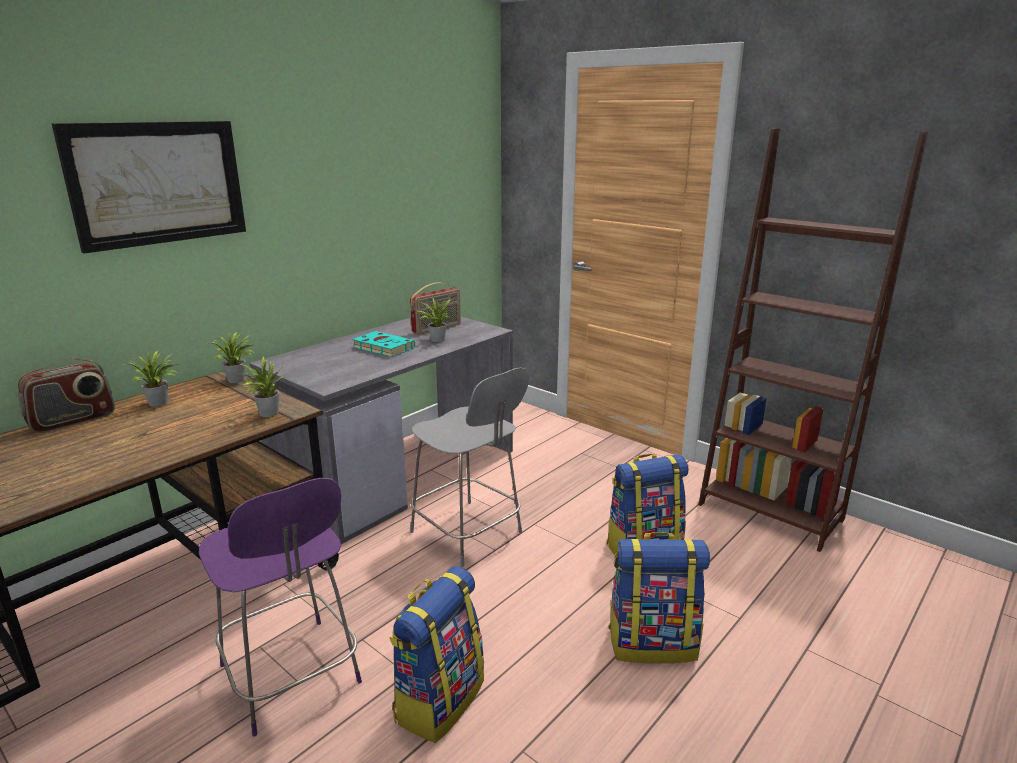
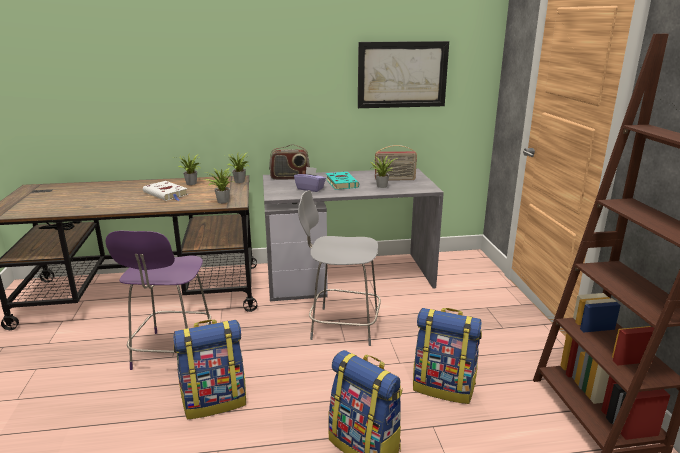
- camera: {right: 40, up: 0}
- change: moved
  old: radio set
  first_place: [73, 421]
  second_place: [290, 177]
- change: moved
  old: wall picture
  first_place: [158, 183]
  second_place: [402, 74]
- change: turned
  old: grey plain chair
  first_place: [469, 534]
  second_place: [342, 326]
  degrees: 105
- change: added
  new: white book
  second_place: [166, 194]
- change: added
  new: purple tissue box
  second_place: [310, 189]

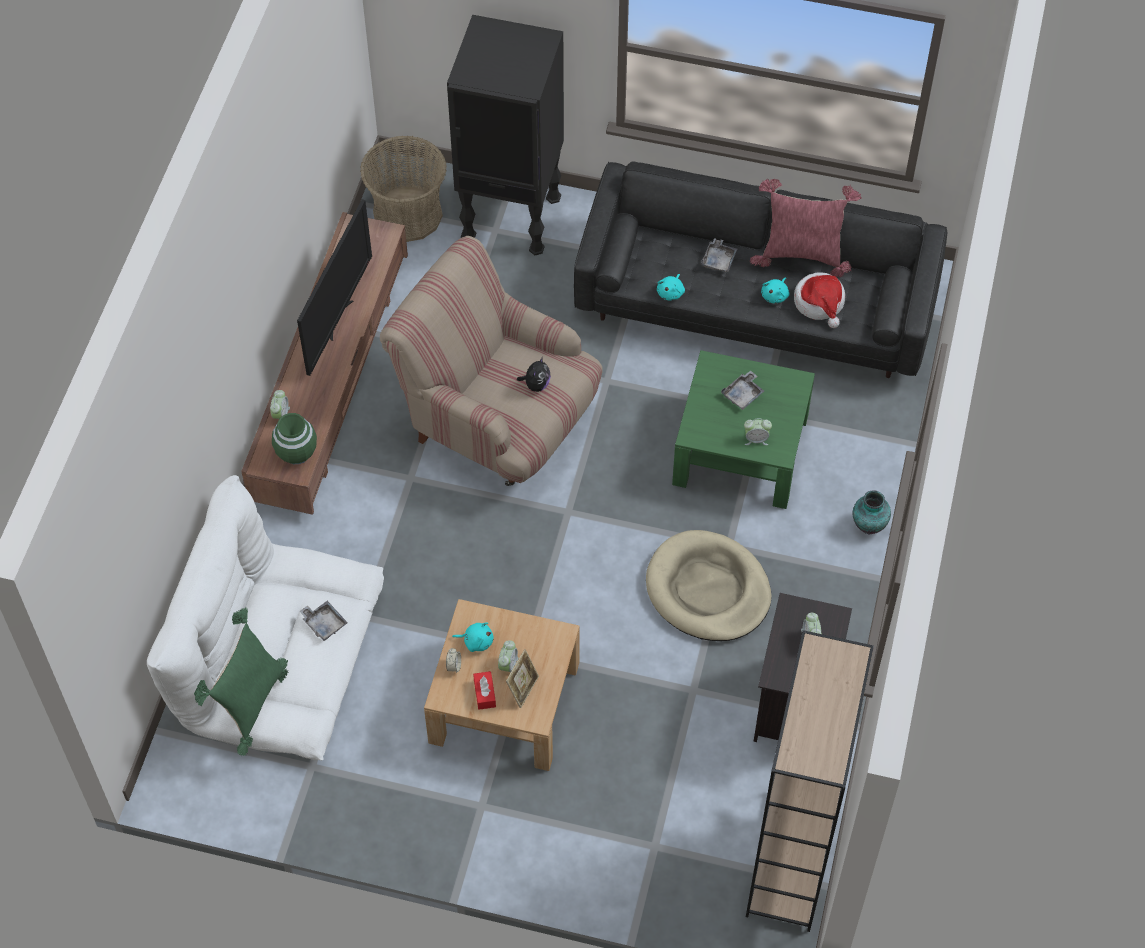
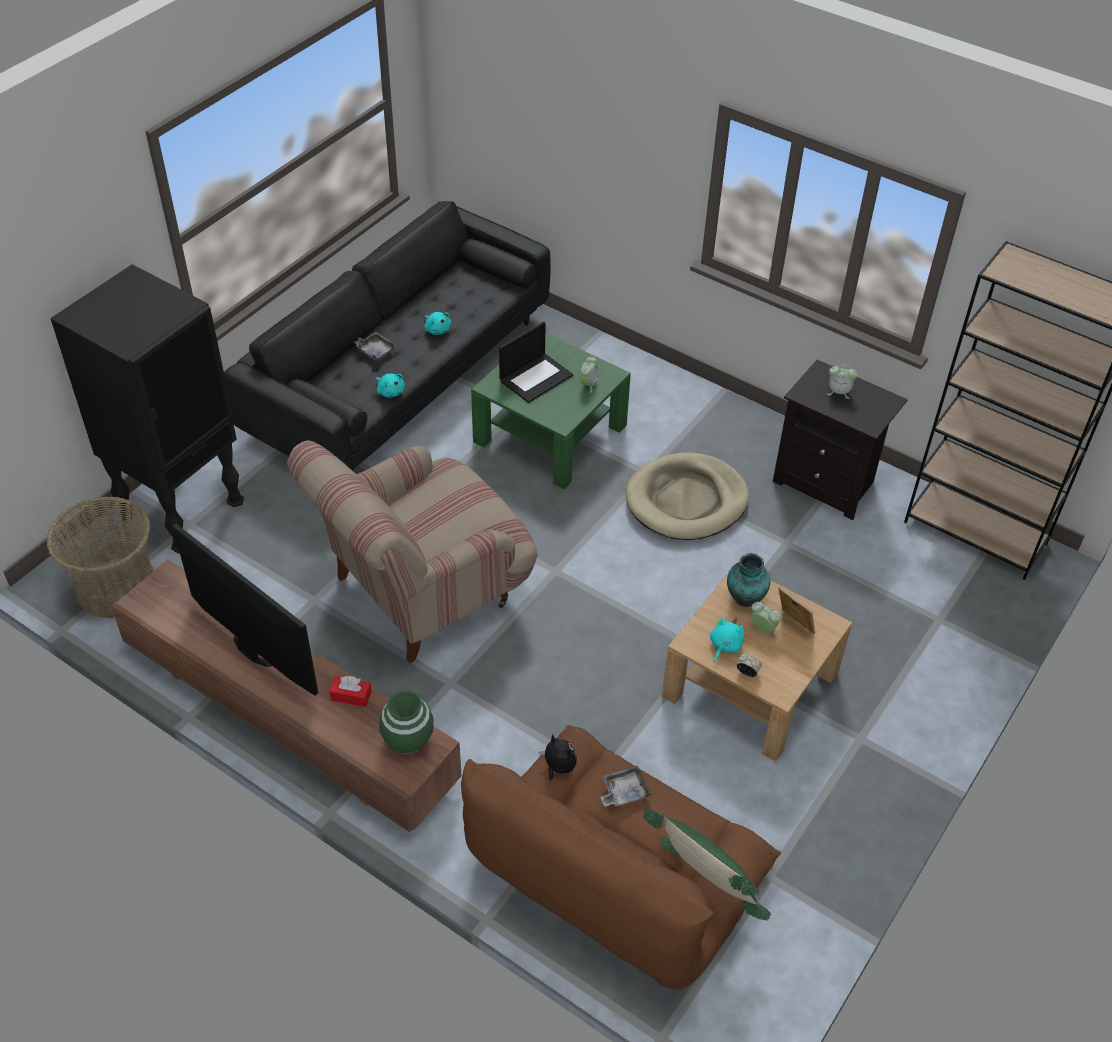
- camera: {right: -70, up: -10}
- change: recoloured
  old: white couch
  new: brownish couch
  first_place: [277, 655]
  second_place: [617, 870]
- change: removed
  old: table clock
  first_place: [281, 415]
- change: moved
  old: red-coloured tissue box
  first_place: [484, 693]
  second_place: [351, 696]
- change: moved
  old: soft toy
  first_place: [536, 385]
  second_place: [558, 768]
- change: replaced
  old: grey tray
  new: laptop
  first_place: [743, 394]
  second_place: [536, 377]
- change: removed
  old: red-coloured throw pillow
  first_place: [801, 258]
- change: removed
  old: wearable hat
  first_place: [820, 303]
- change: moved
  old: decorative vase
  first_place: [868, 525]
  second_place: [744, 598]

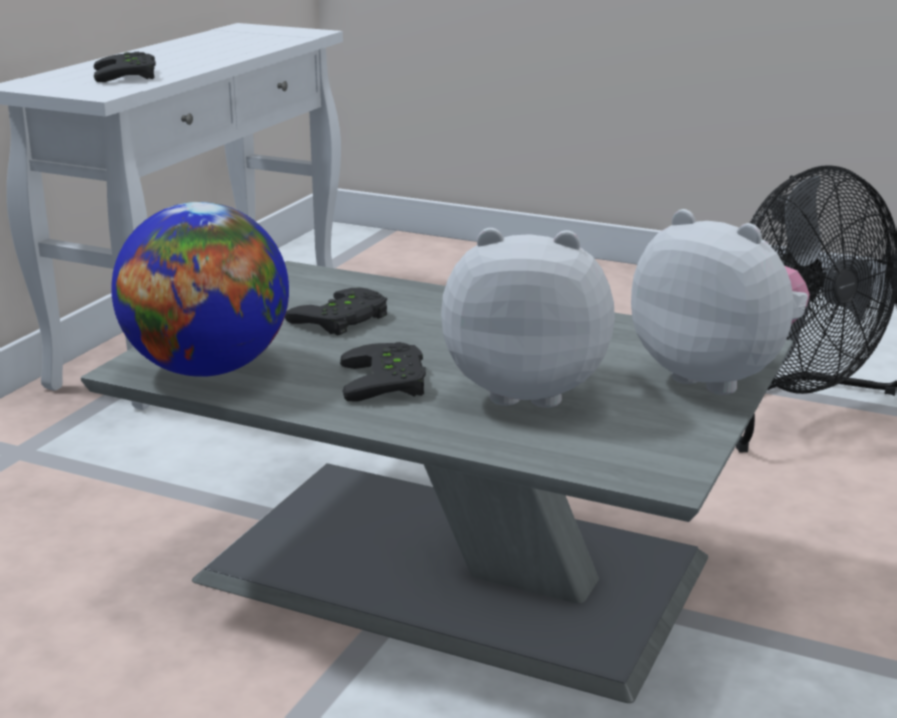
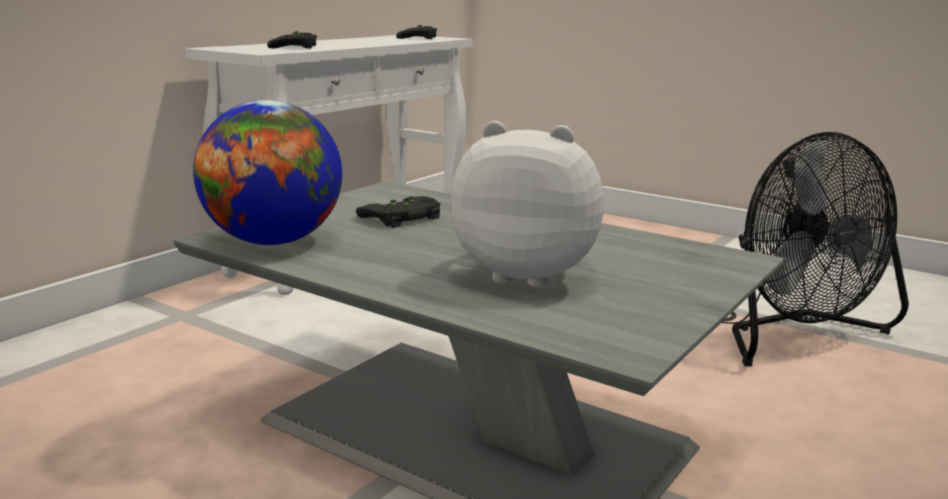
- camera: {right: 10, up: -5}
- change: moved
  old: blackish game controller
  first_place: [390, 381]
  second_place: [420, 38]
- change: removed
  old: soft toy
  first_place: [716, 376]

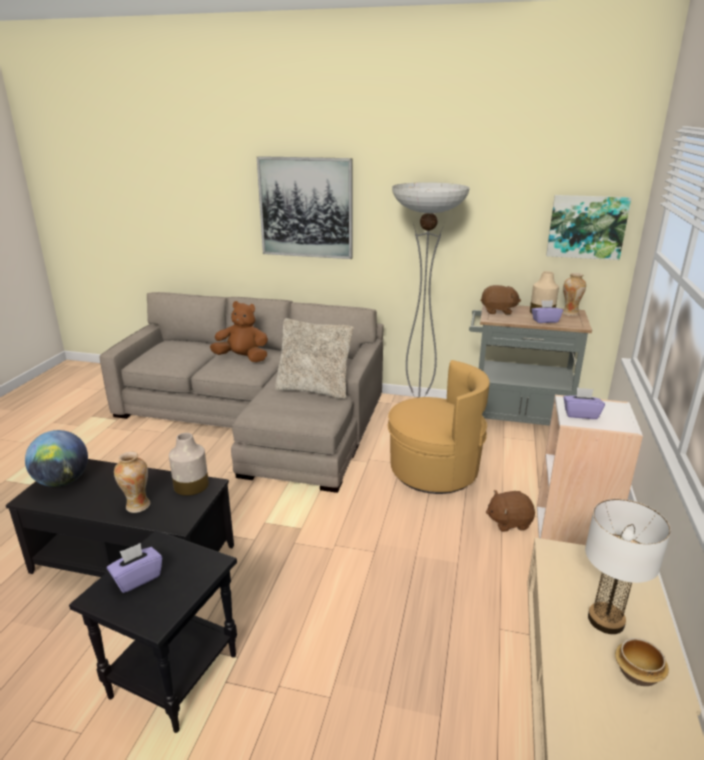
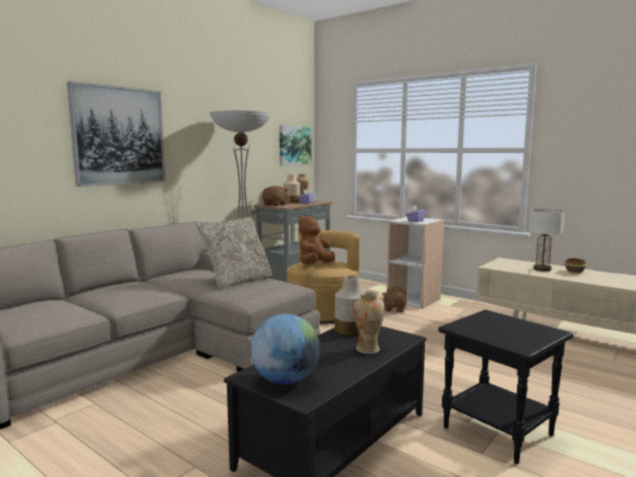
- camera: {right: -65, up: -15}
- change: removed
  old: purple tissue box
  first_place: [137, 578]
- change: moved
  old: brownish soft toy
  first_place: [243, 358]
  second_place: [315, 265]

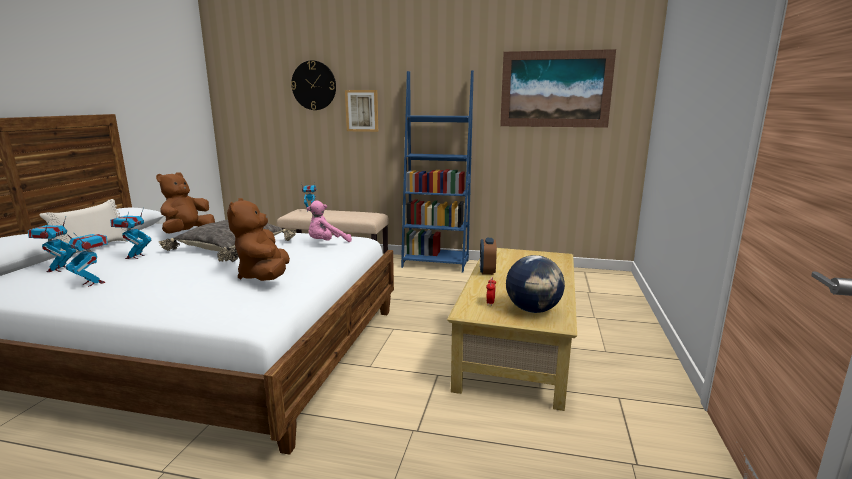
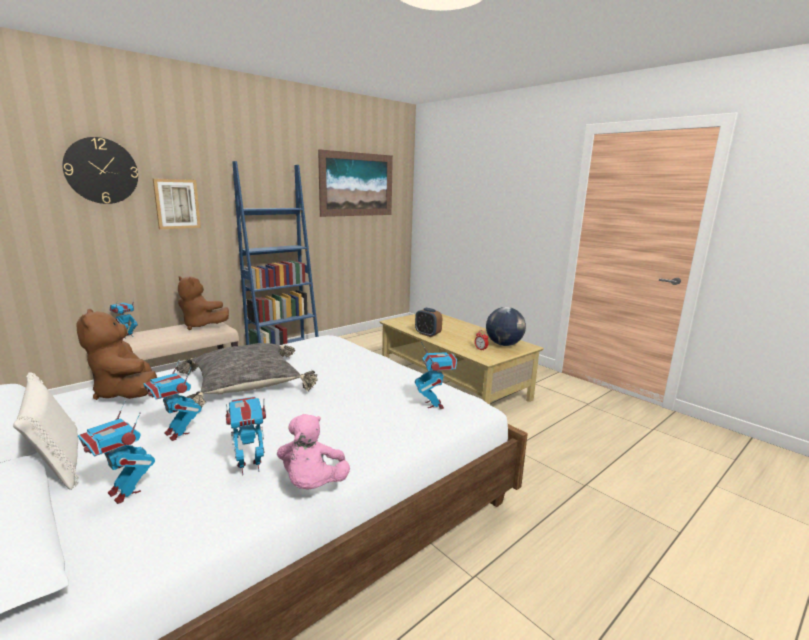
- camera: {right: -55, up: 0}
- change: moved
  old: brownish soft toy
  first_place: [265, 277]
  second_place: [201, 326]
- change: moved
  old: pink soft toy
  first_place: [327, 243]
  second_place: [312, 485]
- change: added
  new: robot figure
  second_place: [434, 404]

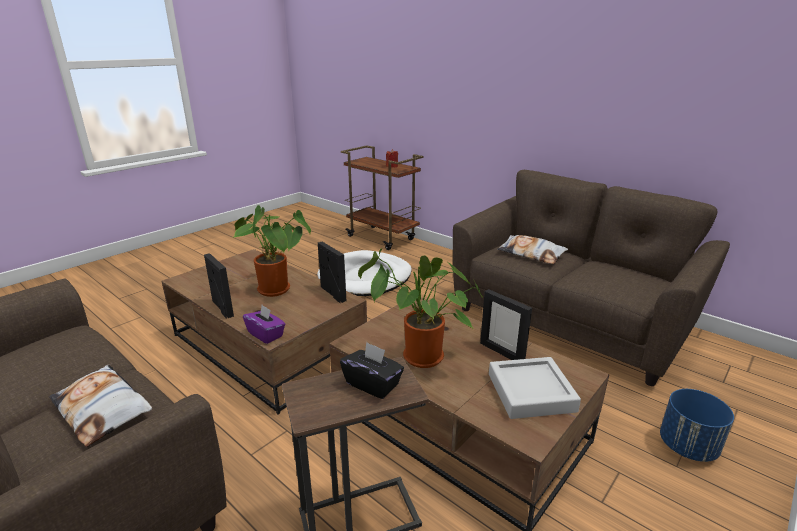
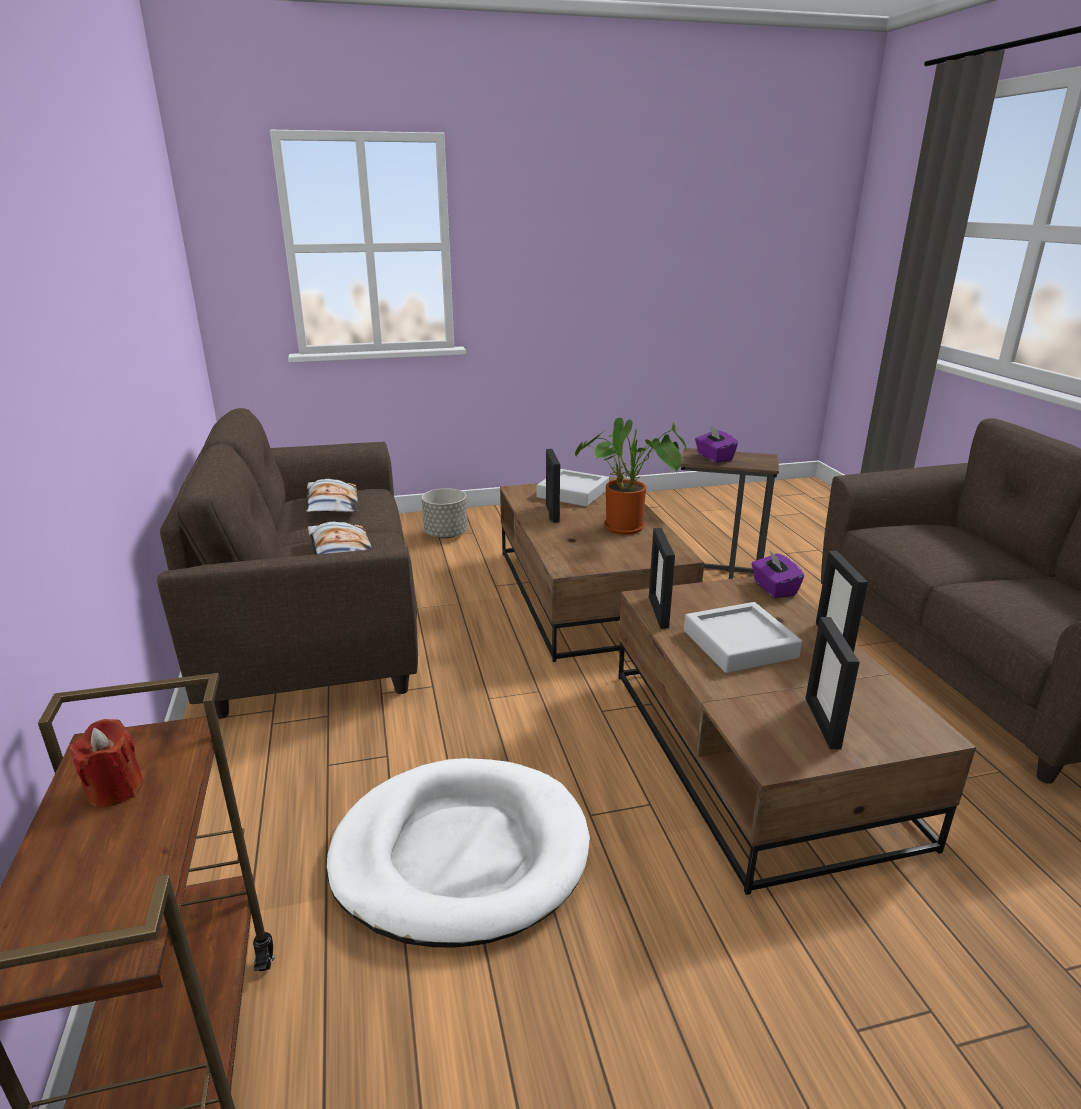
- camera: {right: -145, up: 0}
- change: moved
  old: throw pillow
  first_place: [103, 409]
  second_place: [332, 504]
- change: replaced
  old: potted plant
  new: grey tray
  first_place: [277, 290]
  second_place: [739, 644]
- change: recoloured
  old: blackish tissue box
  new: purple tissue box
  first_place: [373, 384]
  second_place: [714, 457]
- change: recoloured
  old: blue planter
  new: grey planter
  first_place: [688, 446]
  second_place: [445, 534]
- change: added
  new: standing frame
  second_place: [824, 722]

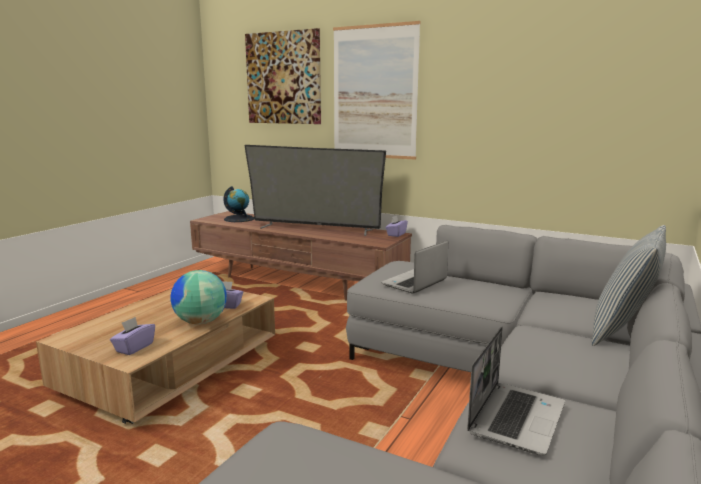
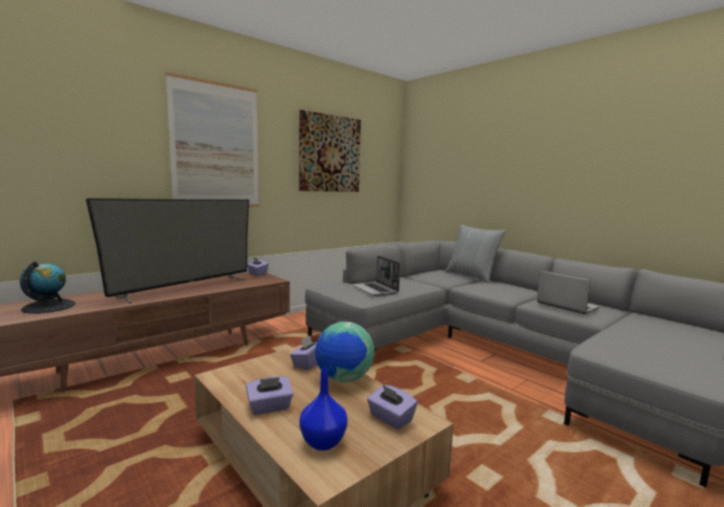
- camera: {right: -70, up: -5}
- change: moved
  old: wall picture
  first_place: [283, 78]
  second_place: [330, 154]
- change: added
  new: purple tissue box
  second_place: [269, 407]
- change: added
  new: blue decorative vase
  second_place: [324, 442]

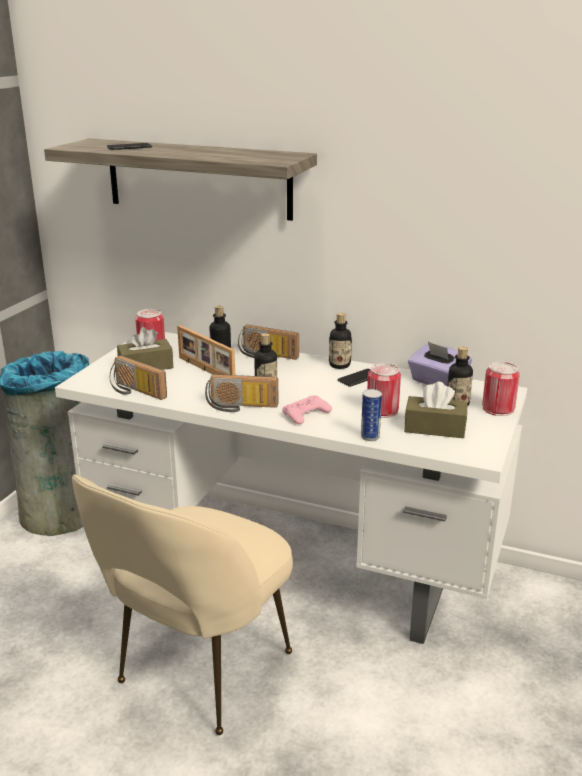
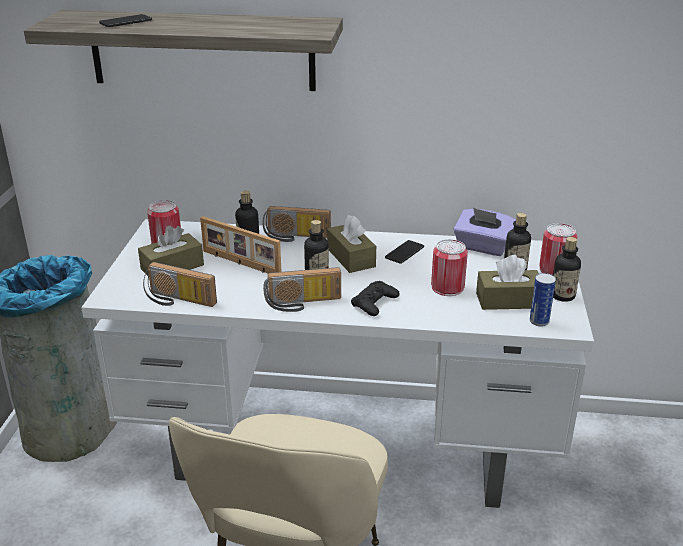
- camera: {right: -15, up: 5}
- change: recoloured
  old: pink game controller
  new: blackish game controller
  first_place: [306, 414]
  second_place: [374, 303]
- change: moved
  old: beverage bottle
  first_place: [339, 365]
  second_place: [562, 296]
- change: moved
  old: metal can
  first_place: [370, 437]
  second_place: [539, 321]
- change: added
  new: brownish tissue box
  second_place: [351, 257]

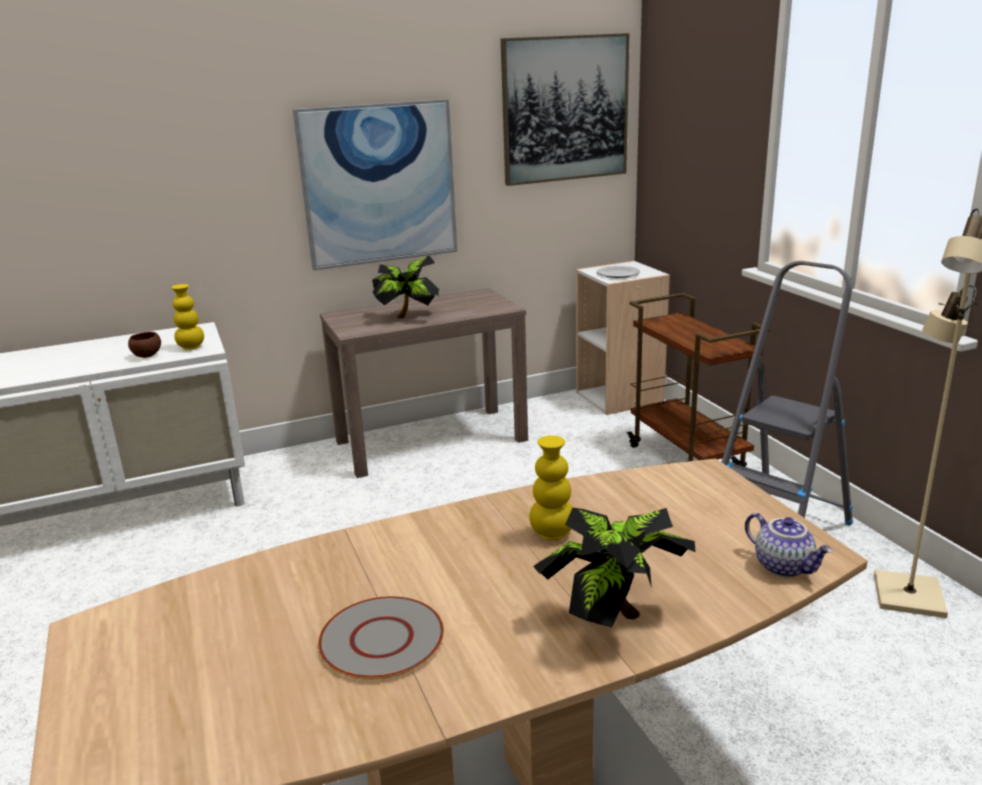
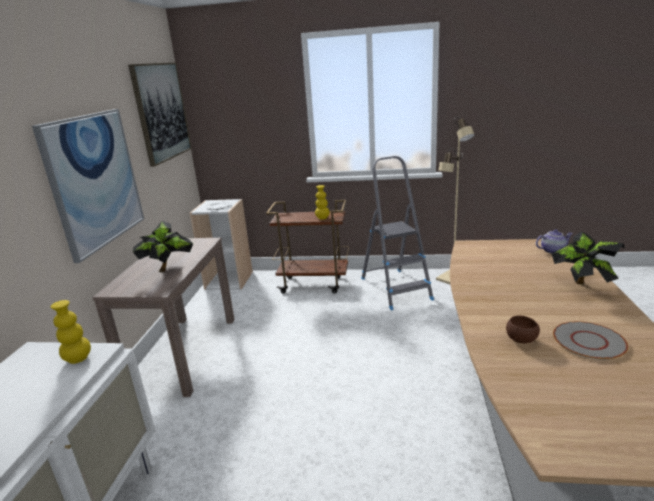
- camera: {right: -60, up: 0}
- change: moved
  old: brownish bowl
  first_place: [147, 356]
  second_place: [521, 340]
- change: moved
  old: yellow decorative vase
  first_place: [552, 533]
  second_place: [322, 218]

